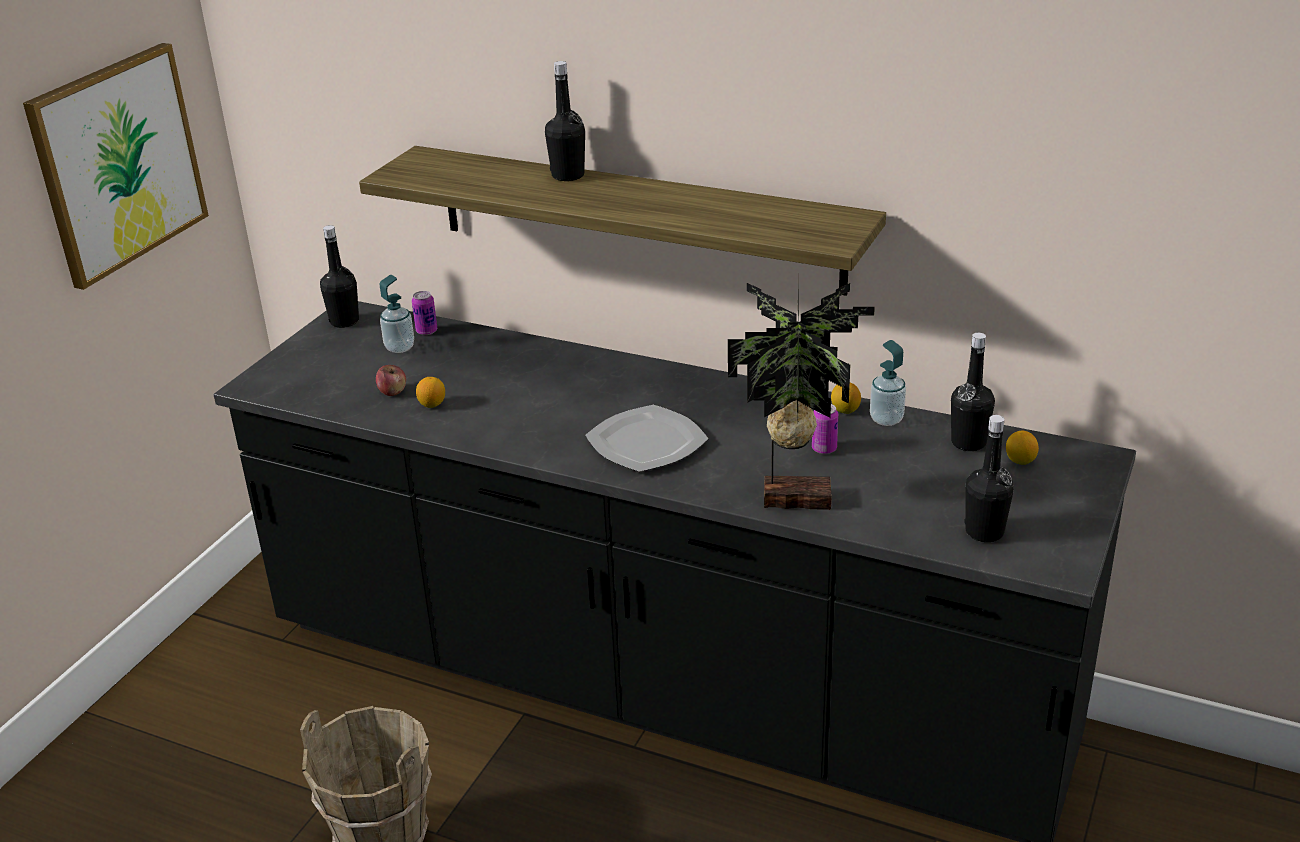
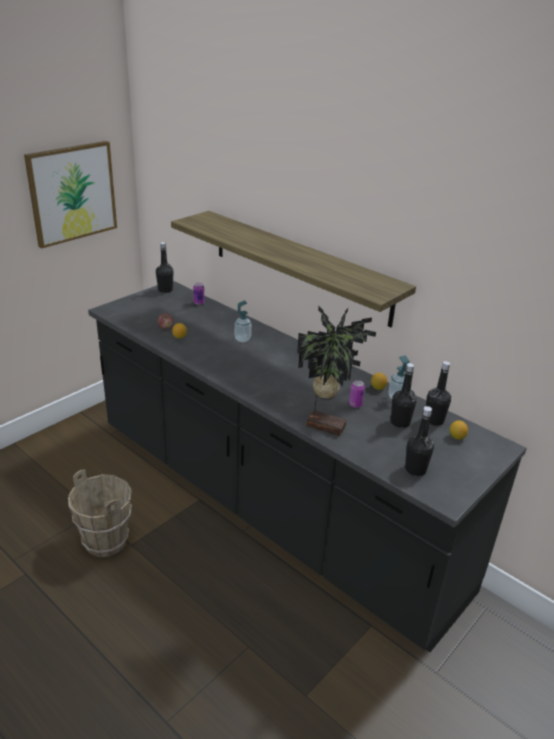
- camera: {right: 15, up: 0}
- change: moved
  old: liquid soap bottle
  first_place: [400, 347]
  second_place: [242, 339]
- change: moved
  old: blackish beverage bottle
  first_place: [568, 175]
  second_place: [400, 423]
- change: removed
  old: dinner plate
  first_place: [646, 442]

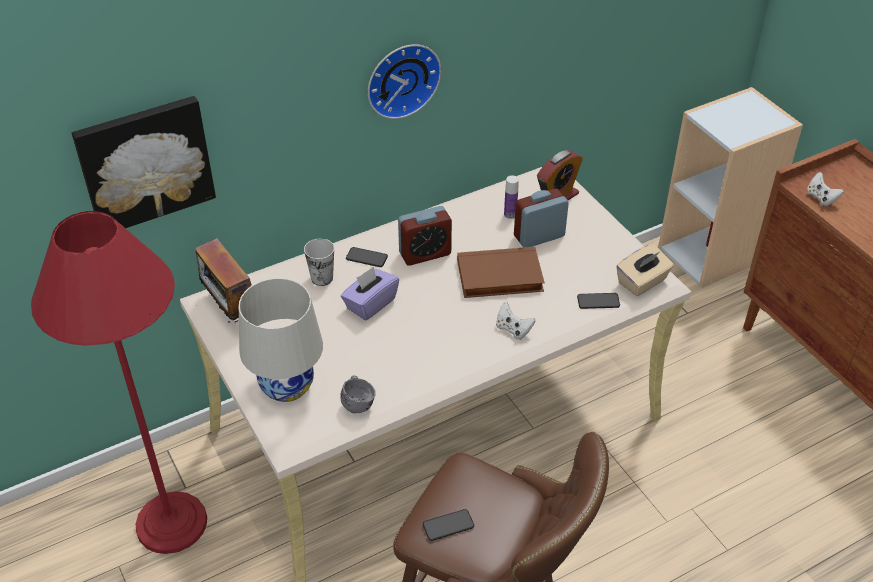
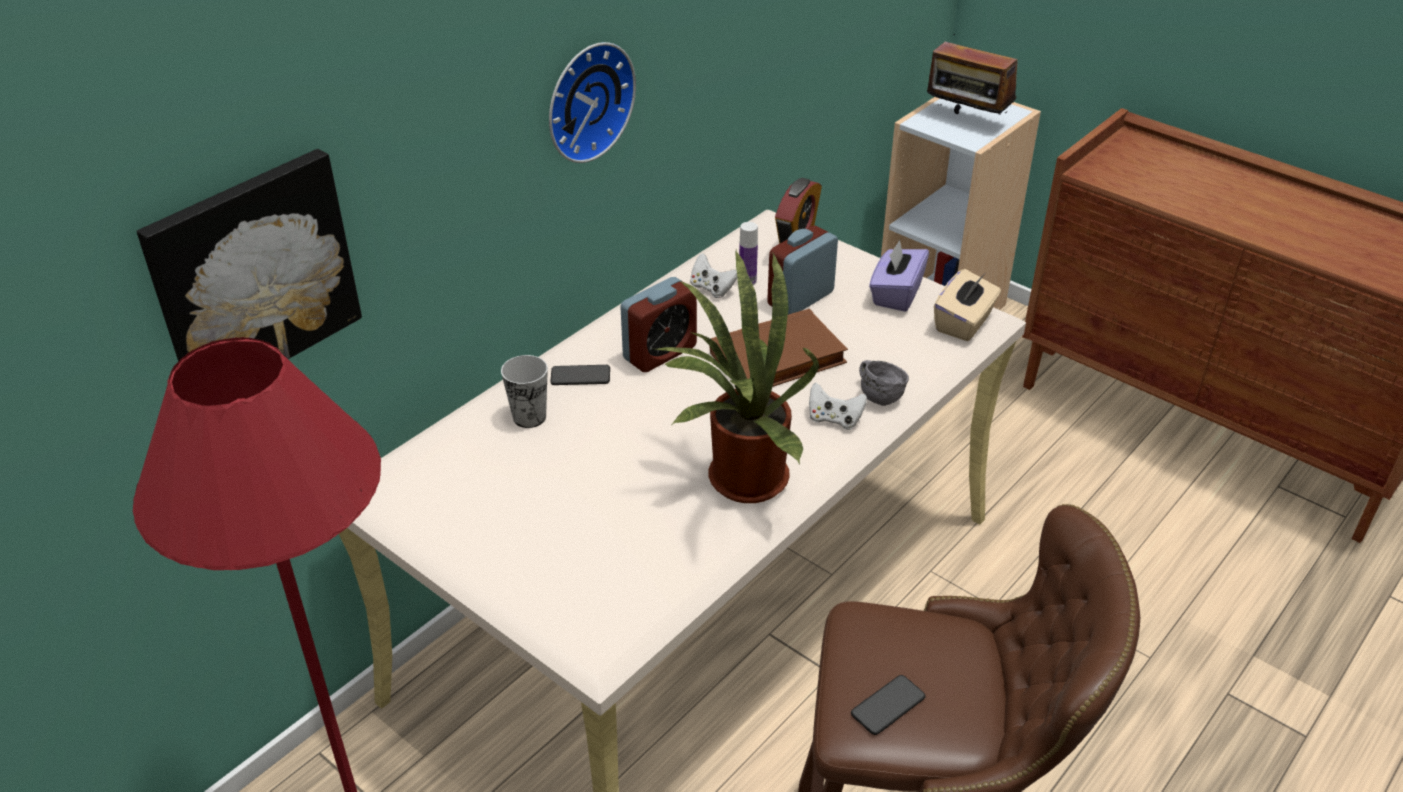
- camera: {right: -20, up: -5}
- change: moved
  old: radio set
  first_place: [230, 310]
  second_place: [966, 120]
- change: removed
  old: white tabletop lamp
  first_place: [286, 386]
- change: moved
  old: grey mug
  first_place: [358, 402]
  second_place: [879, 394]
- change: moved
  old: purple tissue box
  first_place: [370, 304]
  second_place: [896, 294]
- change: removed
  old: phone
  first_place: [598, 301]
- change: moved
  old: white game controller
  first_place: [821, 198]
  second_place: [712, 288]
- change: added
  new: potted plant
  second_place: [739, 479]

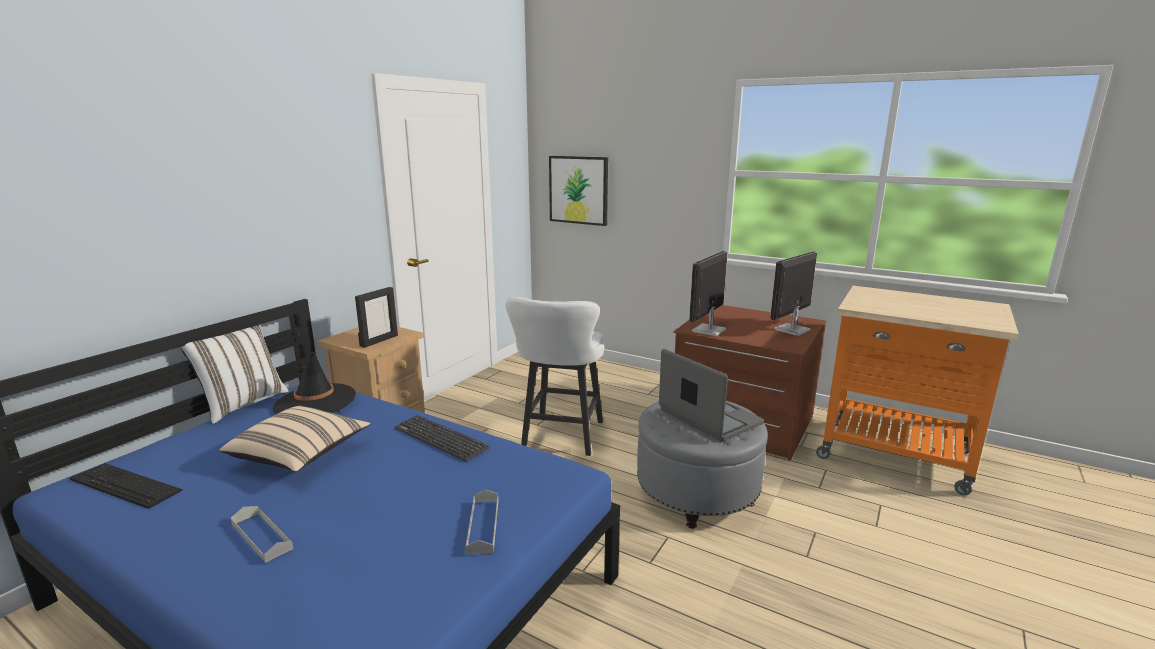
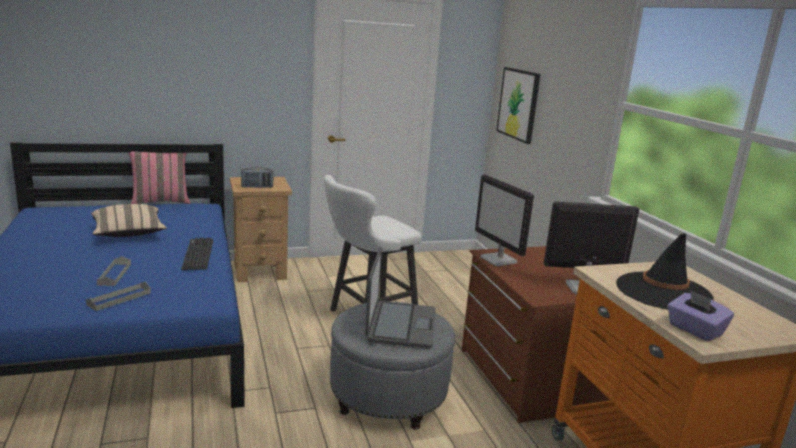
- camera: {right: 40, up: 0}
- change: removed
  old: keyboard
  first_place: [125, 485]
- change: recoloured
  old: white throw pillow
  new: pink throw pillow
  first_place: [242, 404]
  second_place: [160, 202]
- change: moved
  old: grey tray
  first_place: [261, 536]
  second_place: [114, 274]
- change: moved
  old: blackish wearable hat
  first_place: [315, 402]
  second_place: [663, 292]
- change: replaced
  old: standing frame
  new: radio set
  first_place: [379, 340]
  second_place: [257, 187]
- change: turned
  old: monitor
  first_place: [708, 331]
  second_place: [499, 260]
  degrees: -105
- change: added
  new: purple tissue box
  second_place: [694, 330]

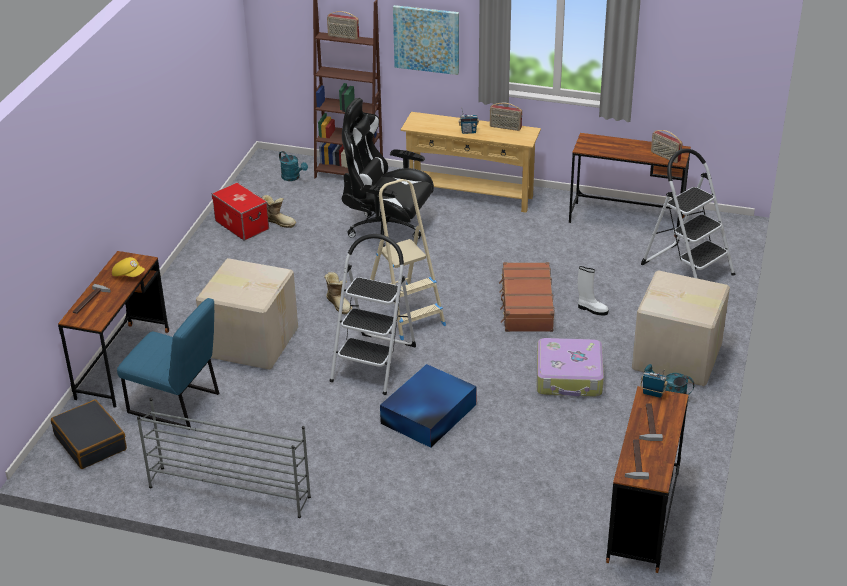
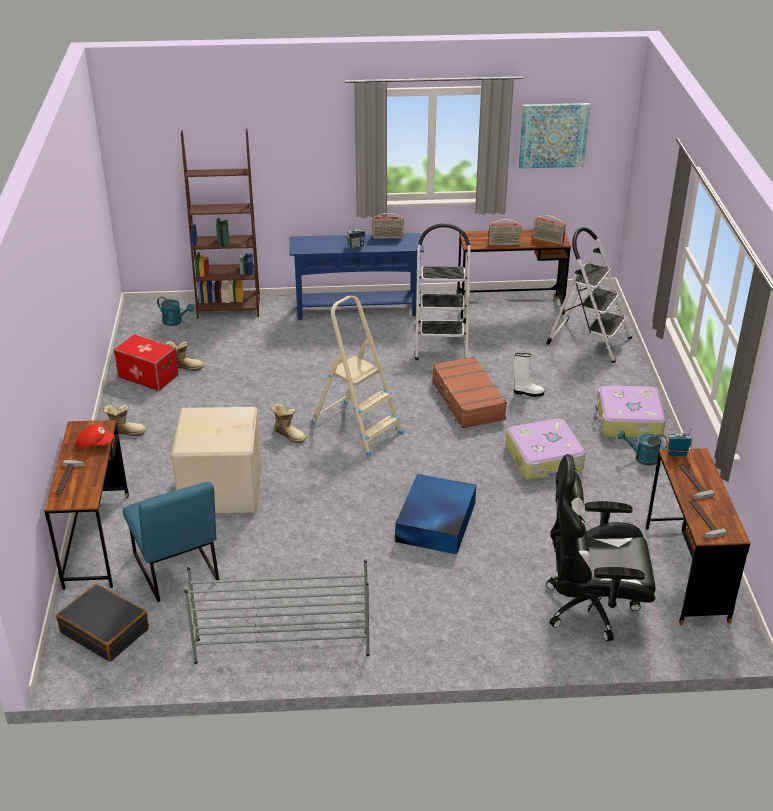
- camera: {right: -20, up: 0}
- change: recoloured
  old: yellow peaked cap
  new: red-coloured peaked cap
  first_place: [129, 275]
  second_place: [95, 443]
- change: turned
  old: blue plain chair
  first_place: [175, 404]
  second_place: [176, 569]
  degrees: 60
- change: moved
  old: radio set
  first_place: [343, 37]
  second_place: [504, 244]
- change: moved
  old: stepladder
  first_place: [375, 362]
  second_place: [441, 339]
- change: moved
  old: blackish desk chair
  first_place: [389, 232]
  second_place: [595, 607]
- change: moved
  old: wall picture
  first_place: [426, 39]
  second_place: [553, 135]
- change: recoloured
  old: sand-coloured hall table
  new: blue hall table
  first_place: [470, 196]
  second_place: [357, 309]
- change: replaced
  old: carton
  new: suitcase
  first_place: [678, 358]
  second_place: [628, 421]
- change: added
  new: boot
  second_place: [126, 431]

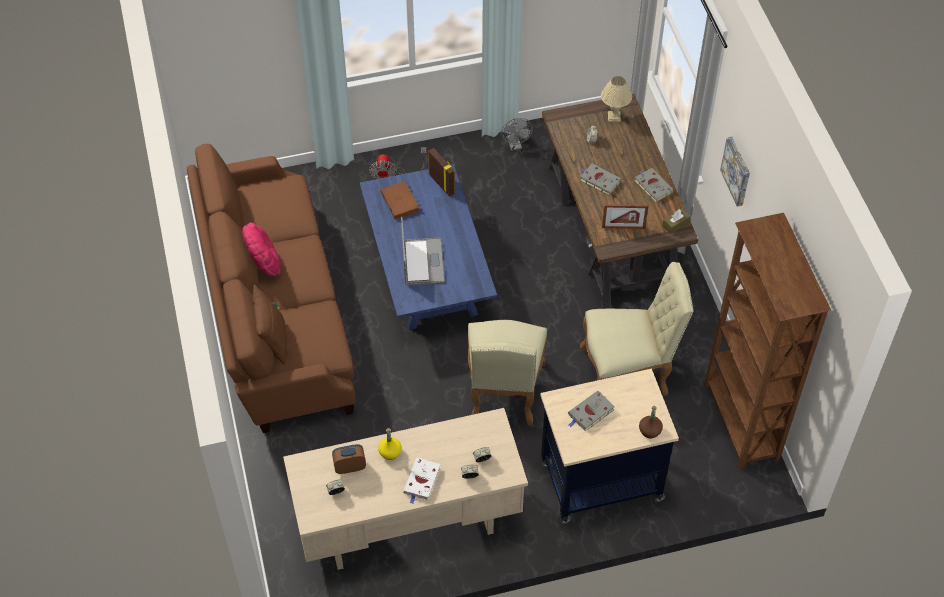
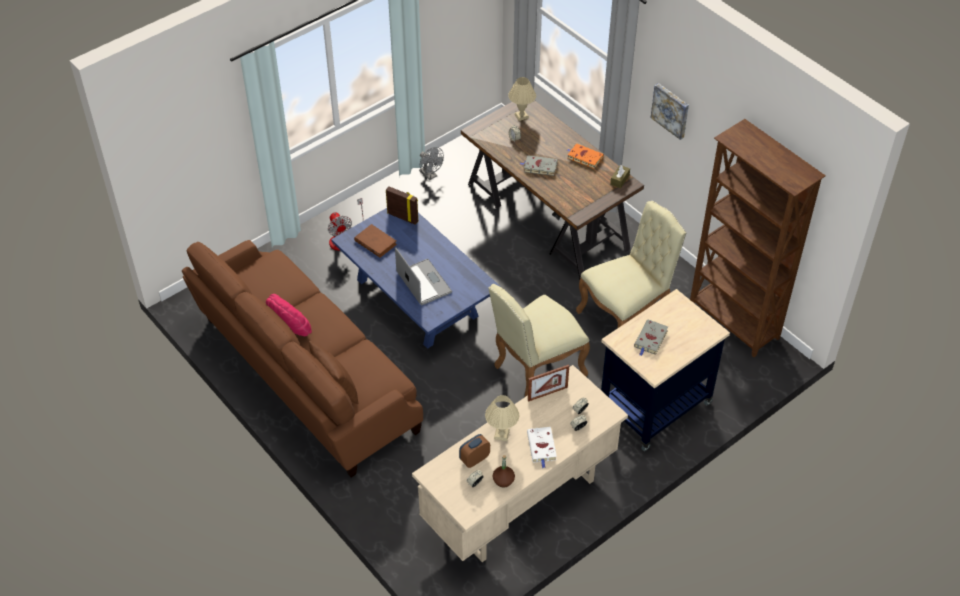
- camera: {right: -25, up: -5}
- change: replaced
  old: yellow beverage bottle
  new: sand-coloured tabletop lamp
  first_place: [390, 452]
  second_place: [501, 434]
- change: turned
  old: sand-coloured plain chair
  first_place: [503, 394]
  second_place: [536, 369]
  degrees: 75
- change: moved
  old: standing frame
  first_place: [623, 227]
  second_place: [547, 393]
- change: recoloured
  old: grey book
  new: orange-coloured book
  first_place: [652, 186]
  second_place: [584, 157]
- change: moved
  old: brownish beverage bottle
  first_place: [649, 430]
  second_place: [503, 480]

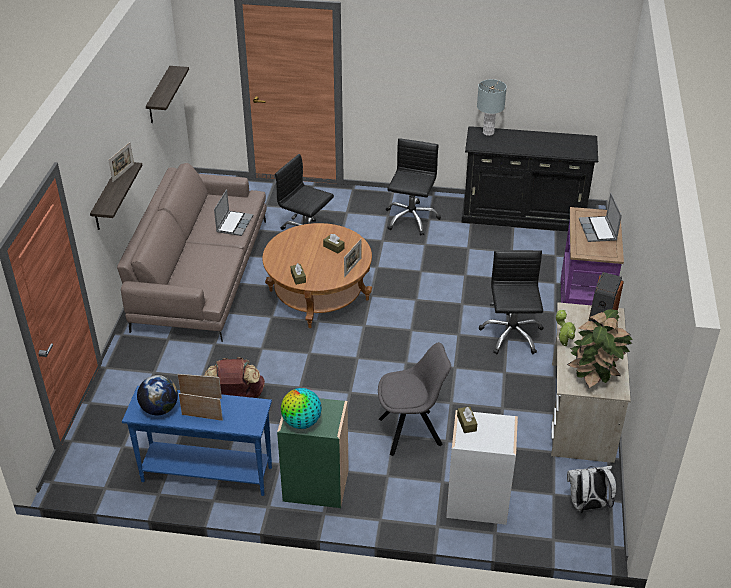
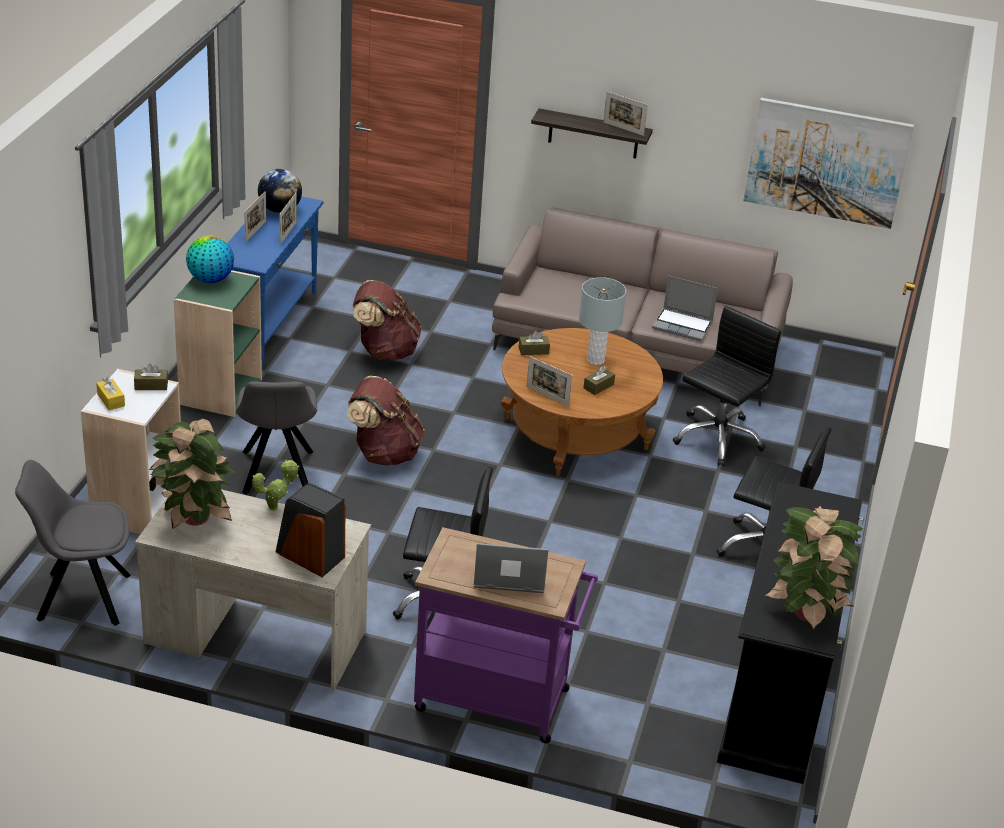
- camera: {right: 95, up: -5}
- change: replaced
  old: shelf
  new: wall picture
  first_place: [159, 96]
  second_place: [826, 162]
- change: moved
  old: grey tabletop lamp
  first_place: [488, 132]
  second_place: [596, 360]
- change: replaced
  old: white backpack
  new: grey plain chair
  first_place: [587, 506]
  second_place: [83, 598]
- change: added
  new: yellow tissue box
  second_place: [111, 400]
- change: added
  new: brownish backpack
  second_place: [384, 453]
- change: added
  new: potted plant
  second_place: [806, 610]

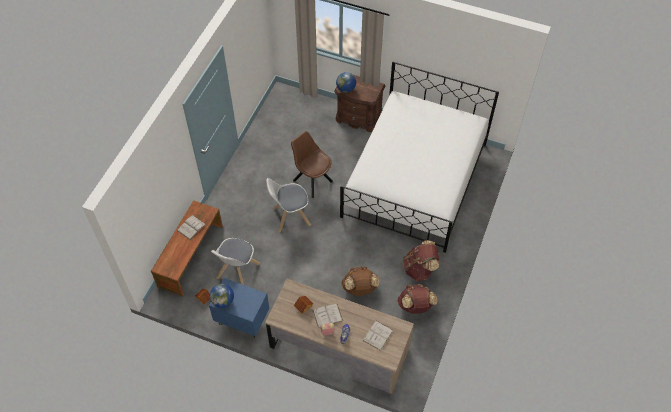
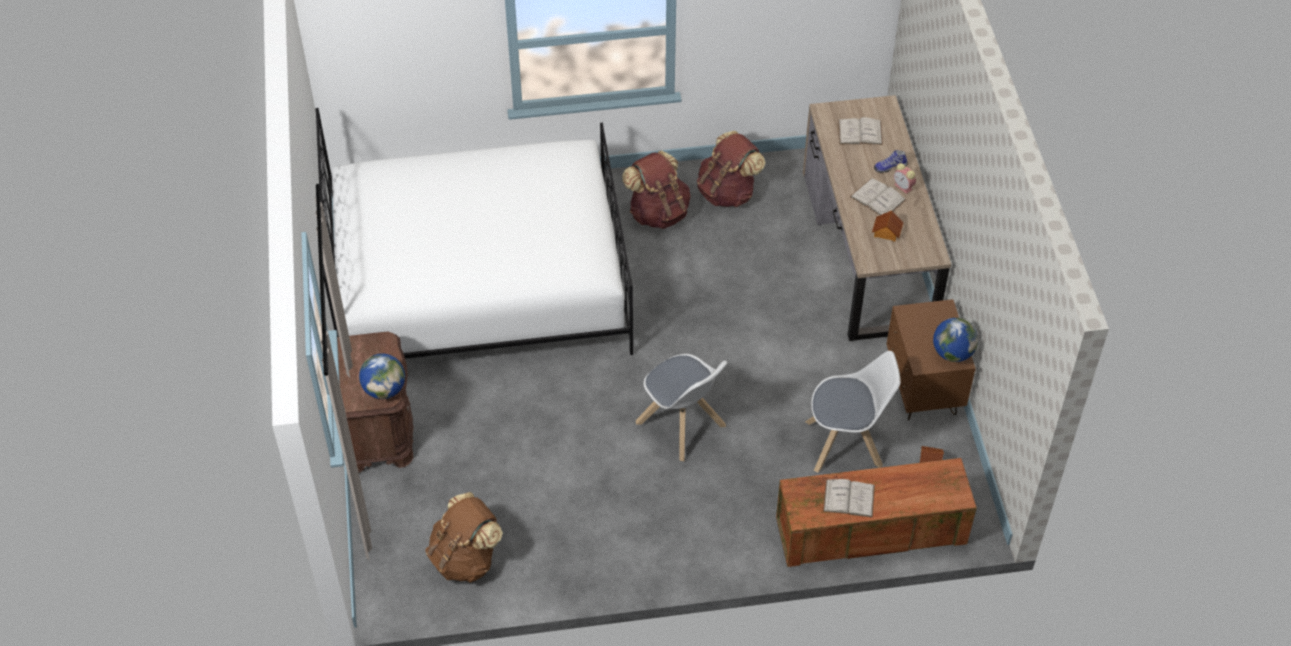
- camera: {right: -120, up: -5}
- change: recoloured
  old: blue nightstand
  new: brownish nightstand
  first_place: [242, 320]
  second_place: [923, 389]
- change: removed
  old: brownish plain chair
  first_place: [312, 181]
- change: moved
  old: brownish backpack
  first_place: [360, 289]
  second_place: [465, 558]

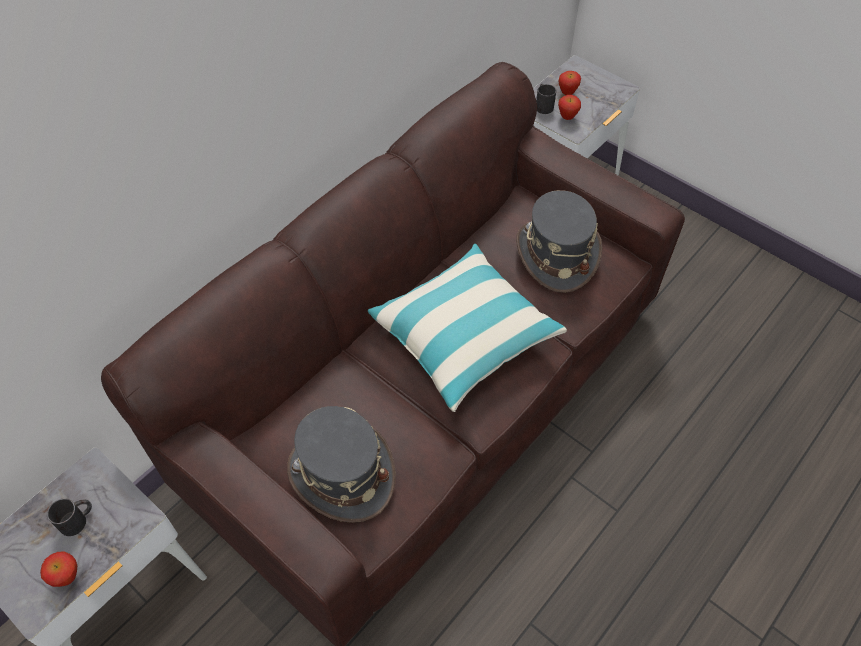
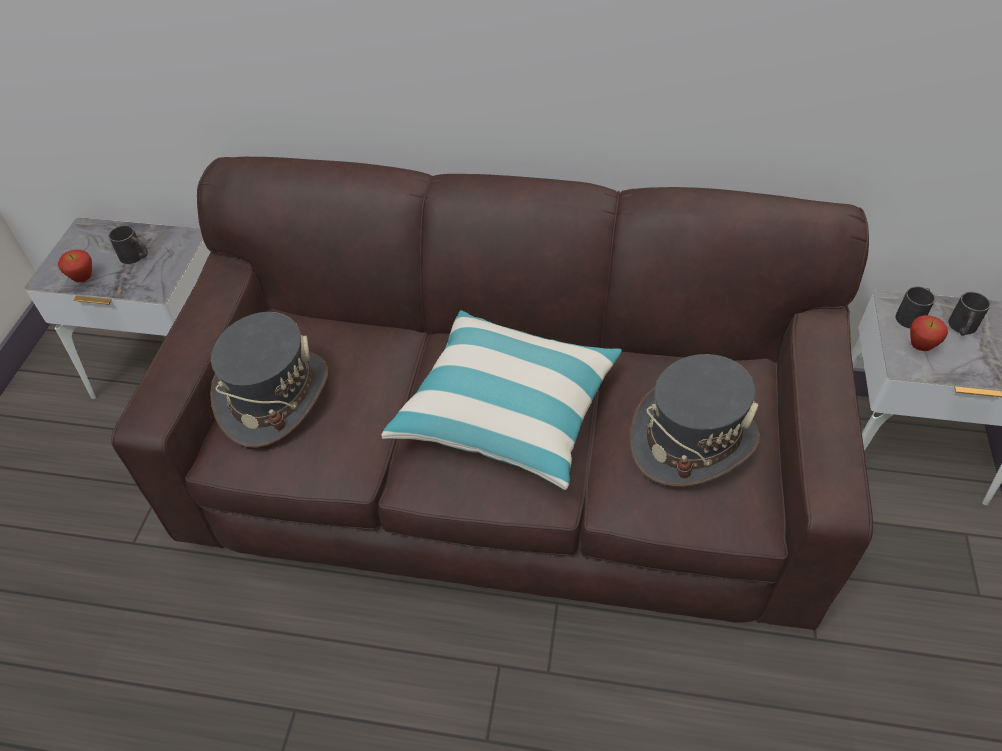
- camera: {right: 60, up: -5}
- change: replaced
  old: apple
  new: blackish mug
  first_place: [567, 93]
  second_place: [961, 328]

